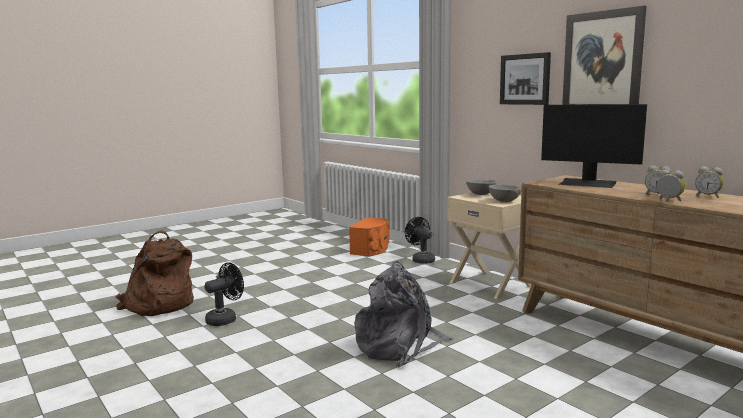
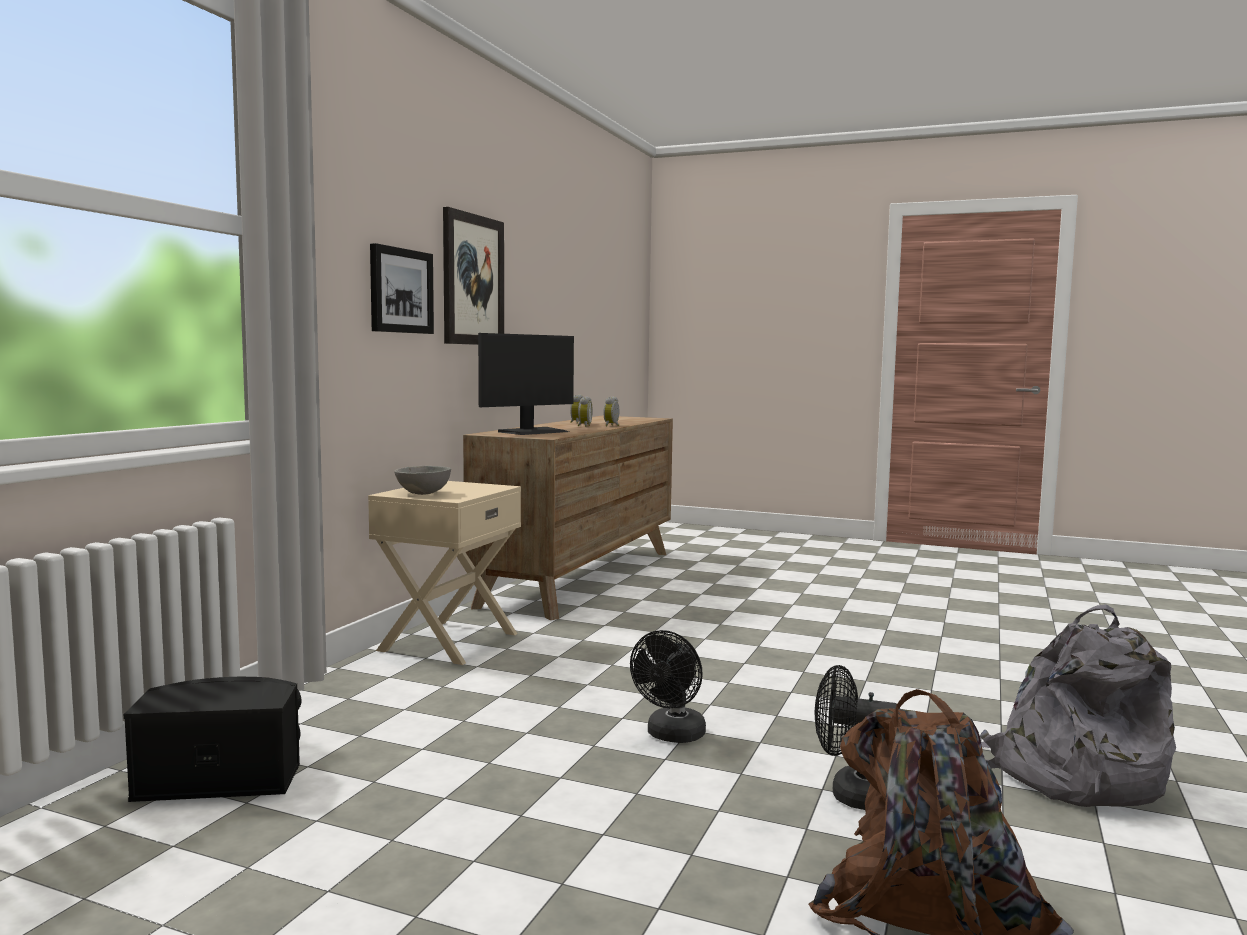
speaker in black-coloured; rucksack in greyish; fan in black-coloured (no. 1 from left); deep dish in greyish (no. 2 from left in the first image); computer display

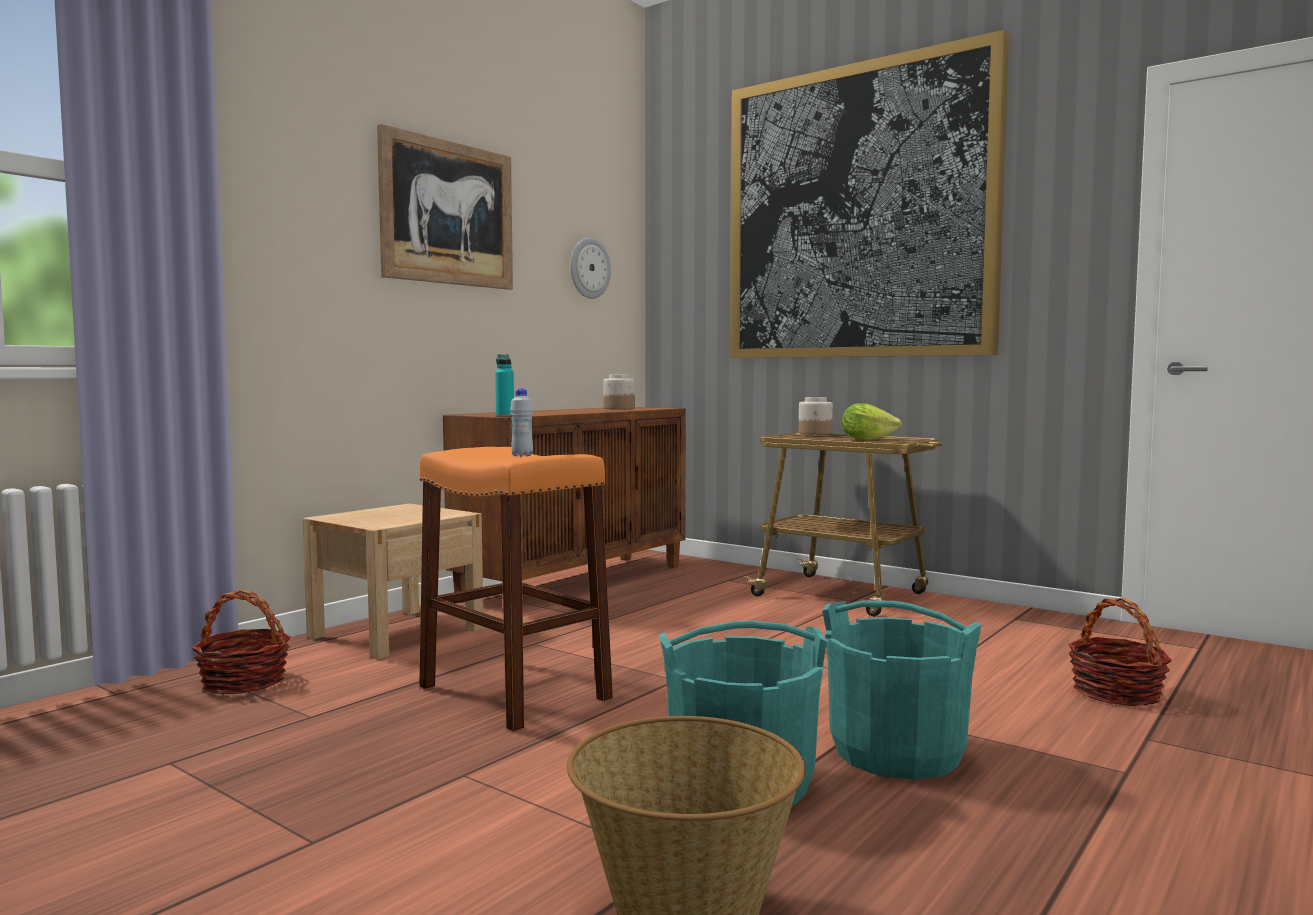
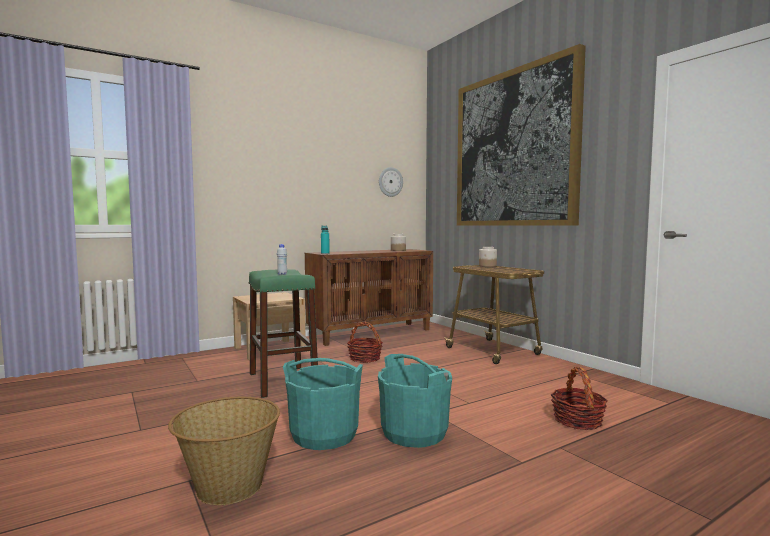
basket (no. 2 from left); wall art (no. 1 from left in the first image); stool seat in green; lettuce head

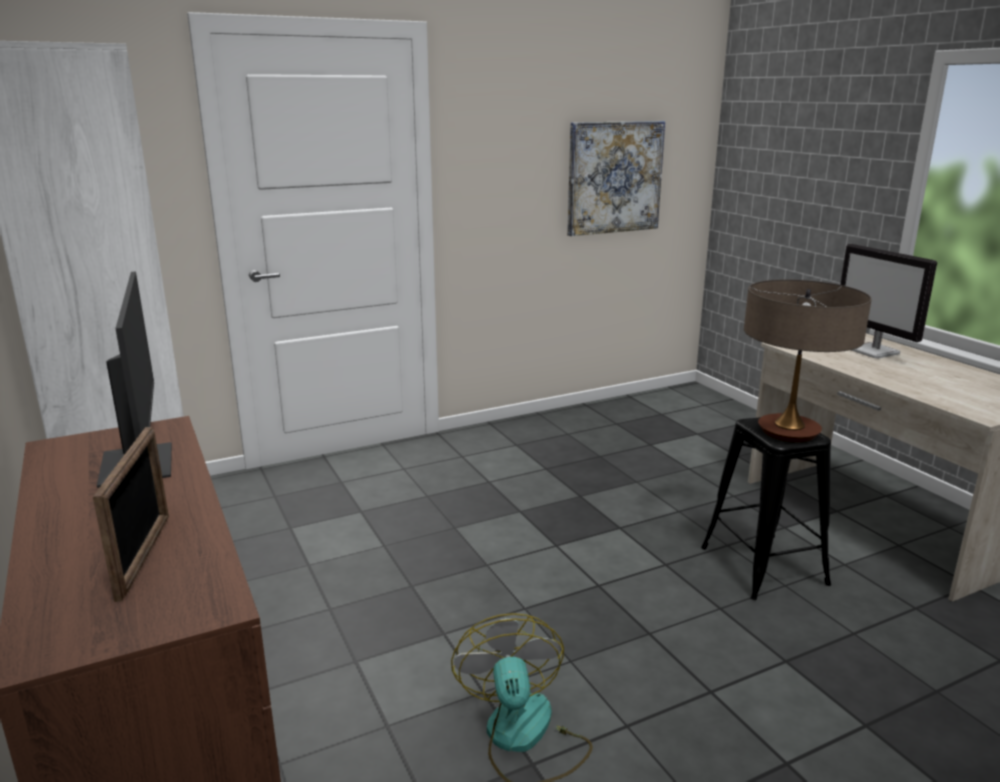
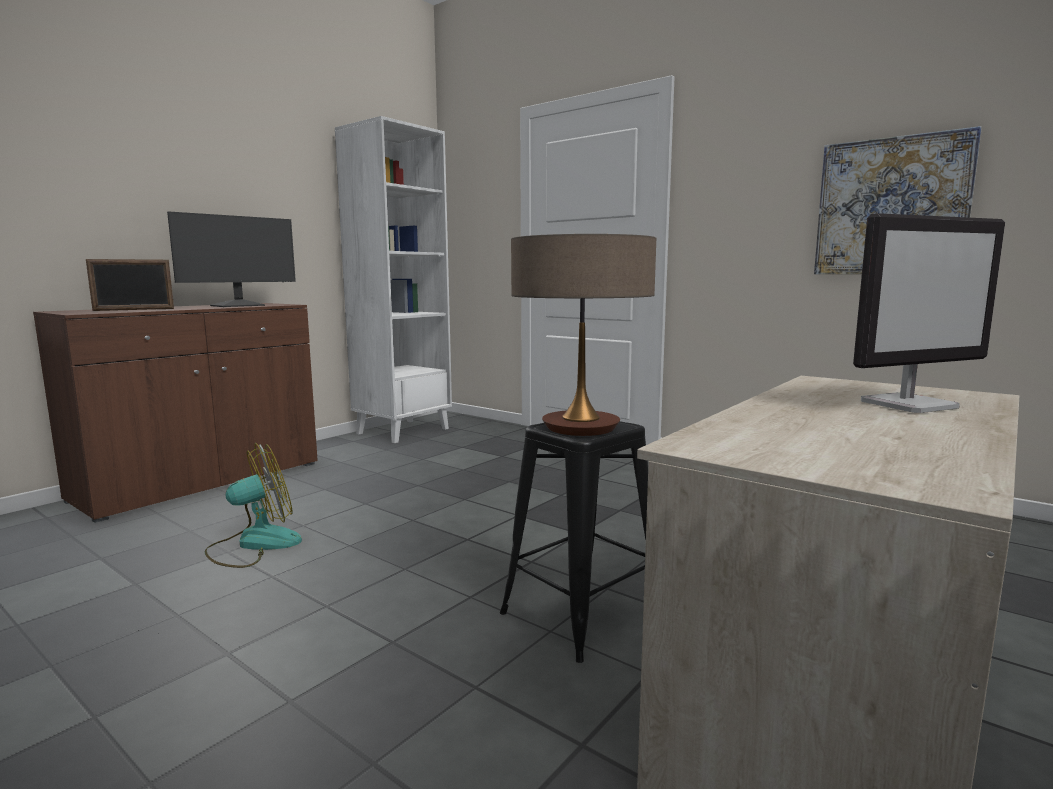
computer display (no. 2 from left)

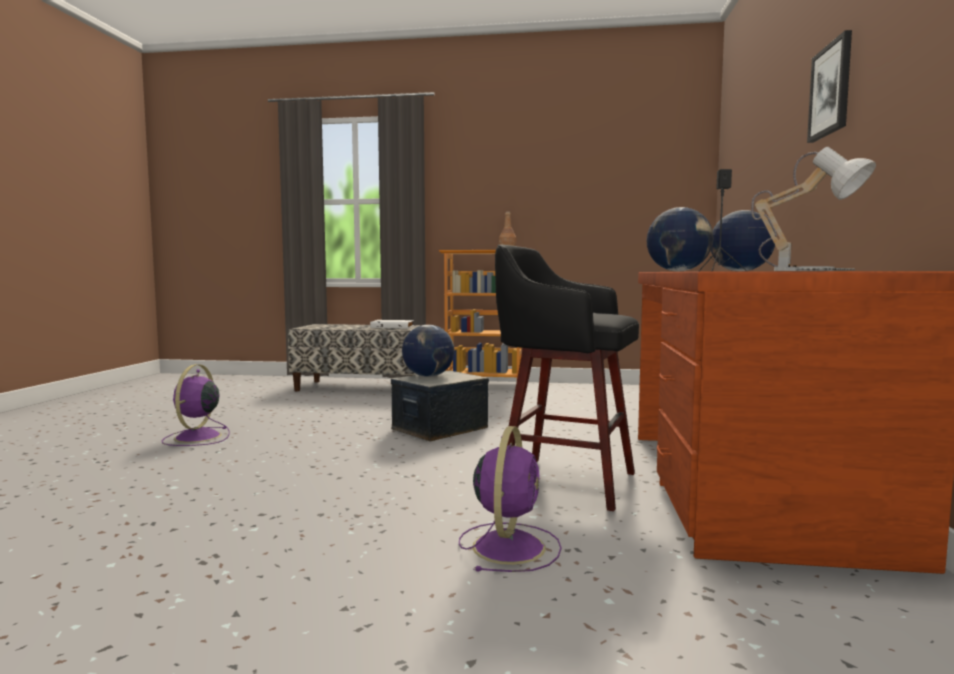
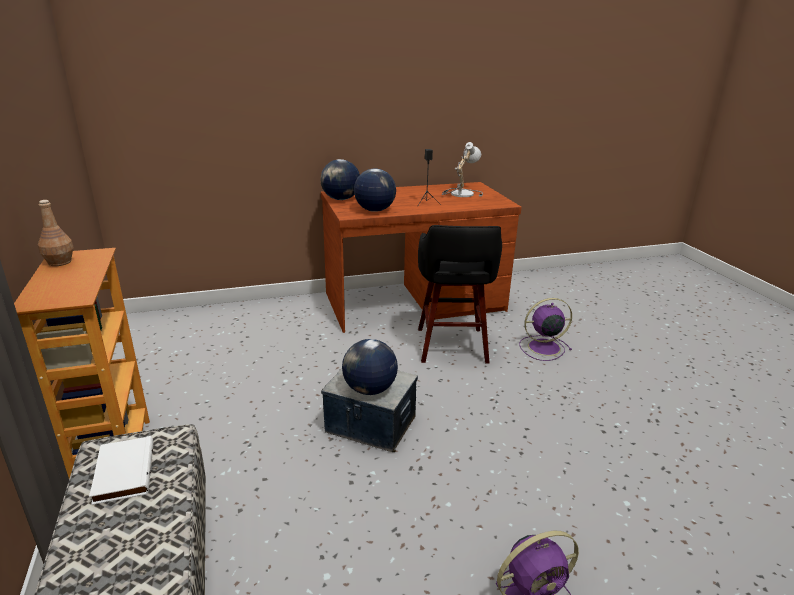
wall art

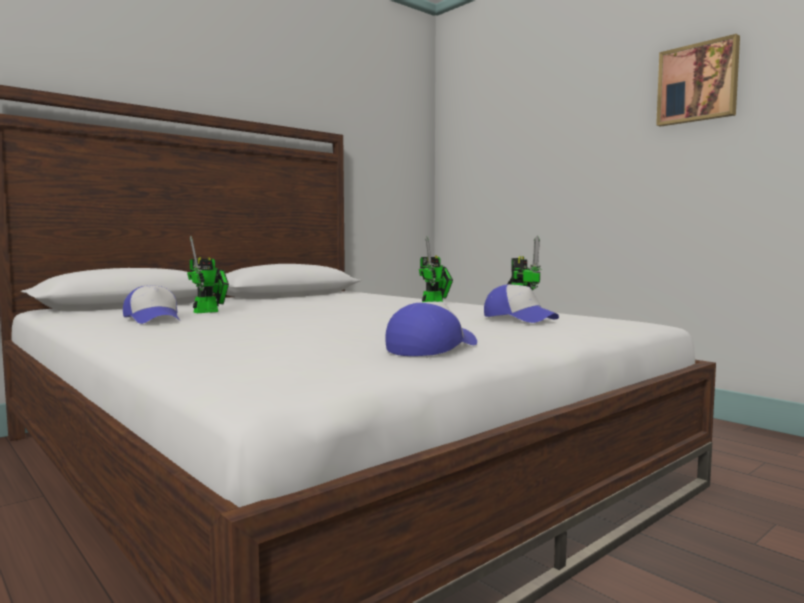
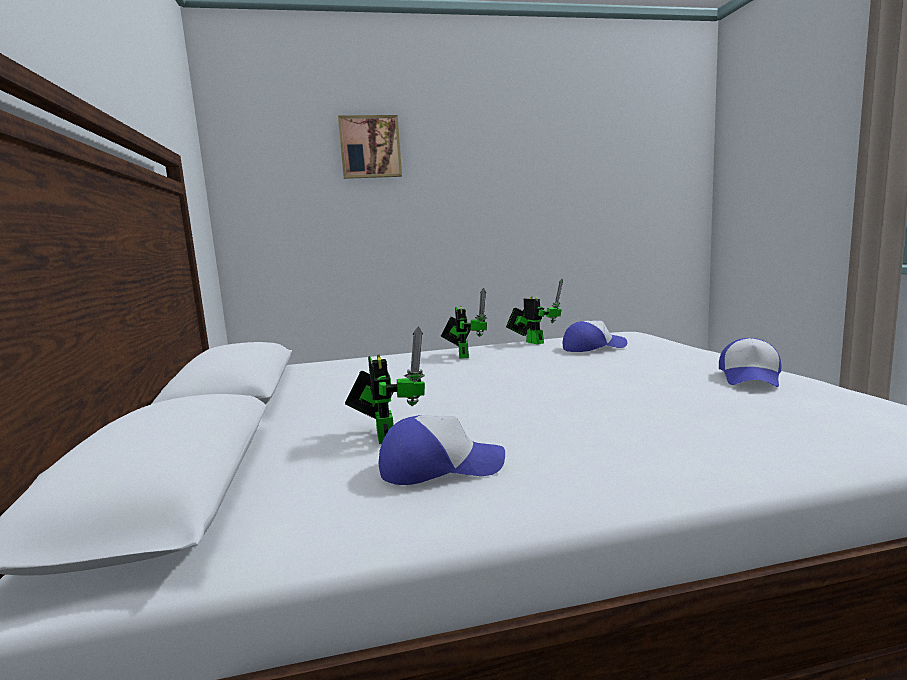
peaked cap (no. 3 from left); wall art

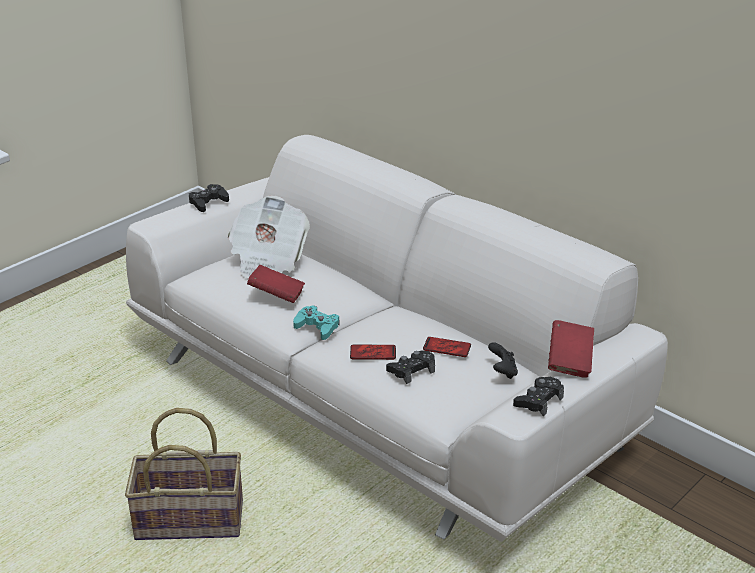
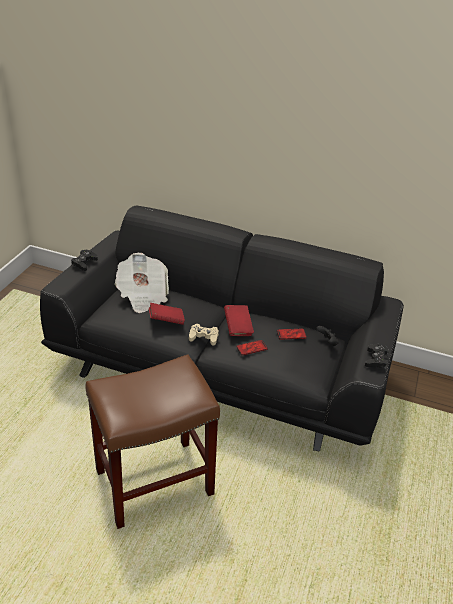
stool seat in brown; sofa in black-coloured; game controller in beige-coloured; game controller in black-coloured (no. 2 from left in the first image); book in reddish (no. 2 from left)

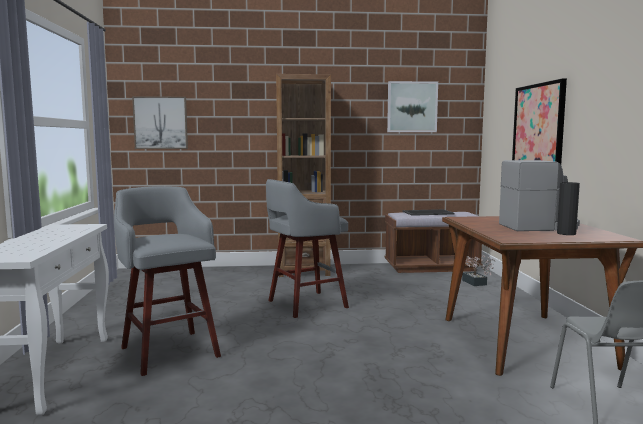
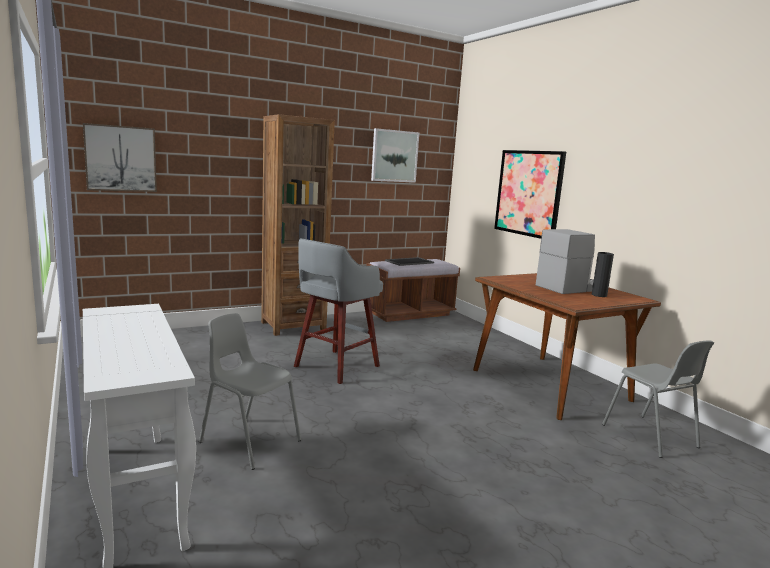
upright chair in greyish (no. 1 from left); plant in a pot

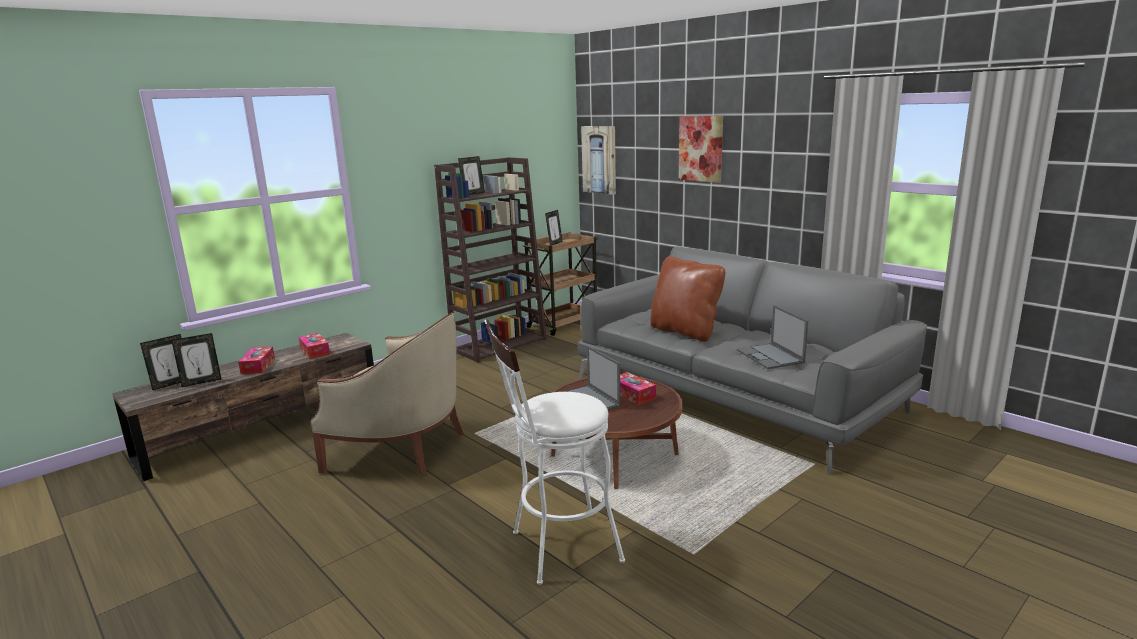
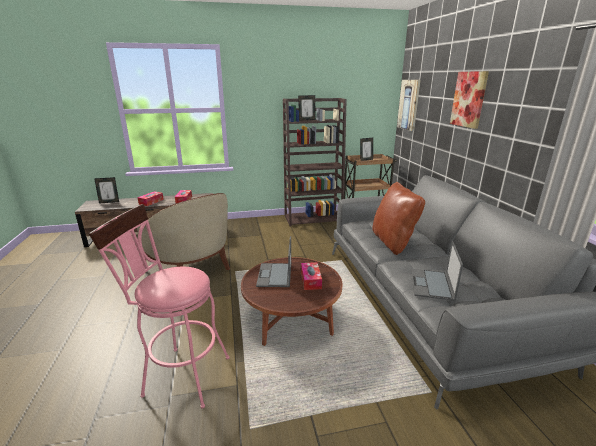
standing frame (no. 2 from left in the first image); stool seat in pinkish

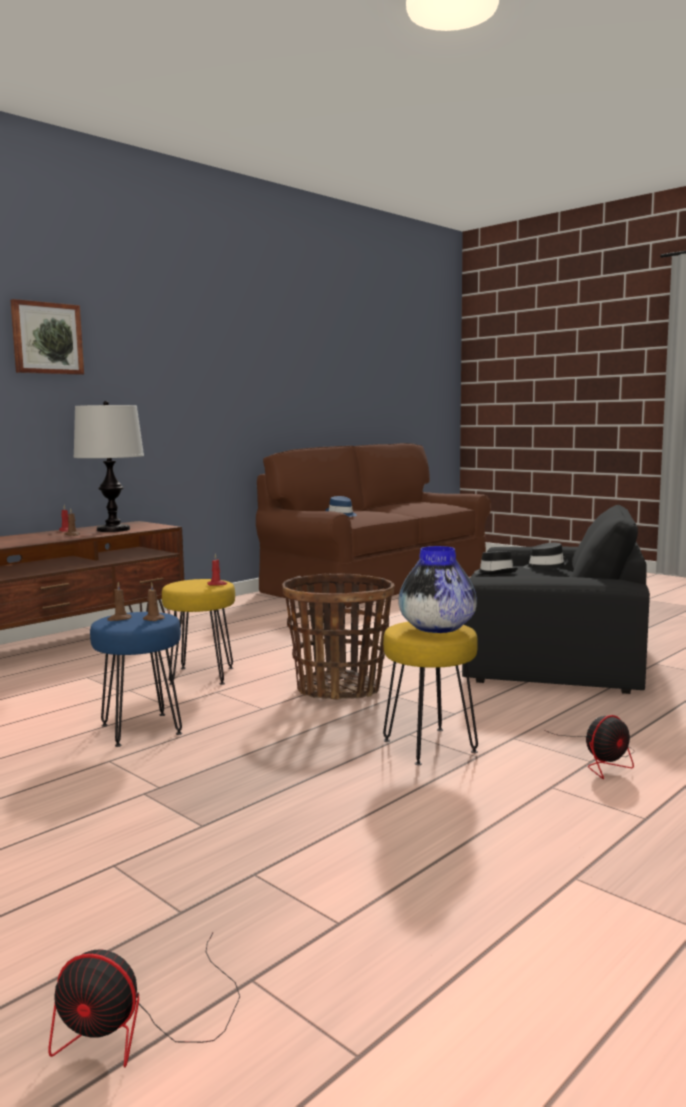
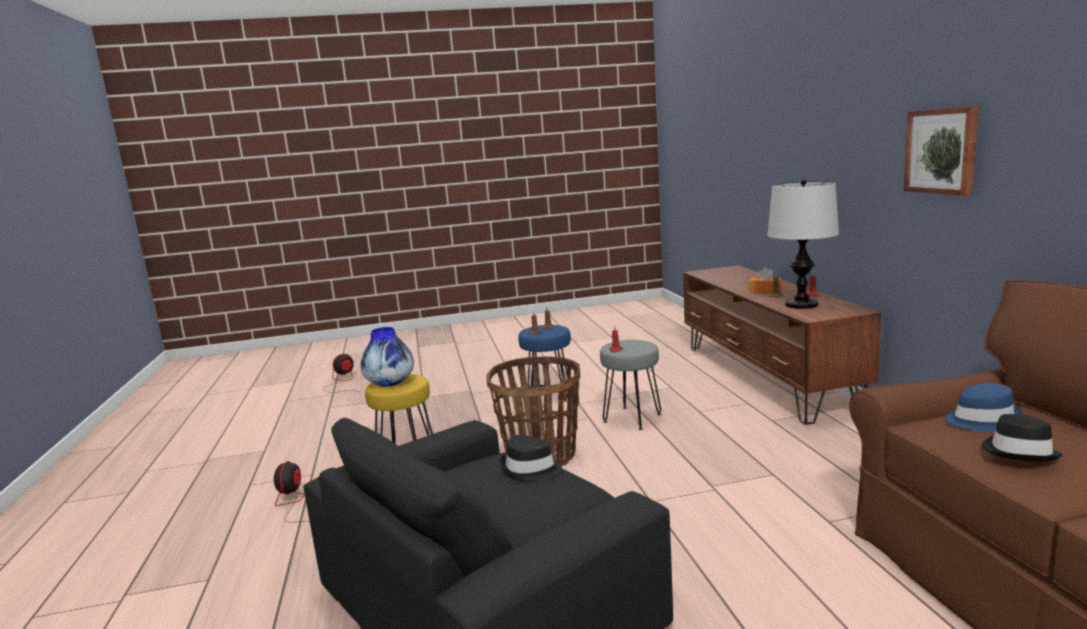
wall art; stool seat in greyish; clothing hat in black-coloured (no. 2 from left); tissue holder in orange

